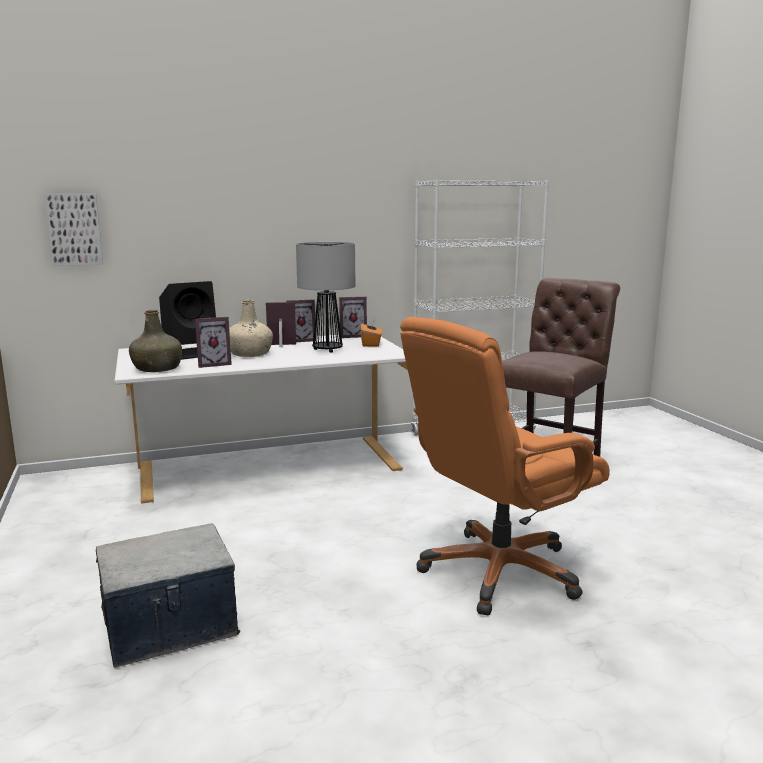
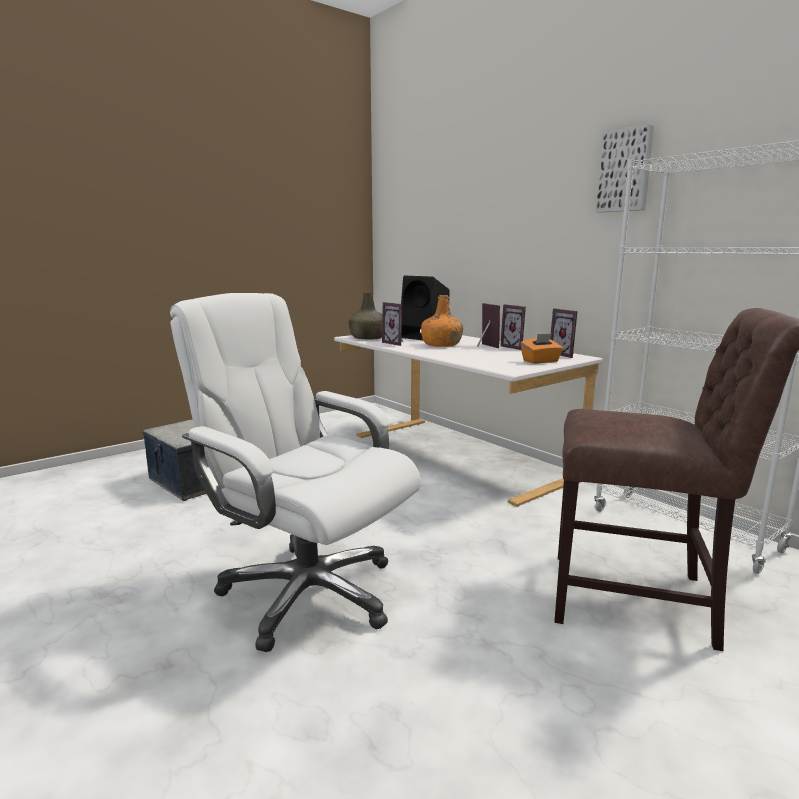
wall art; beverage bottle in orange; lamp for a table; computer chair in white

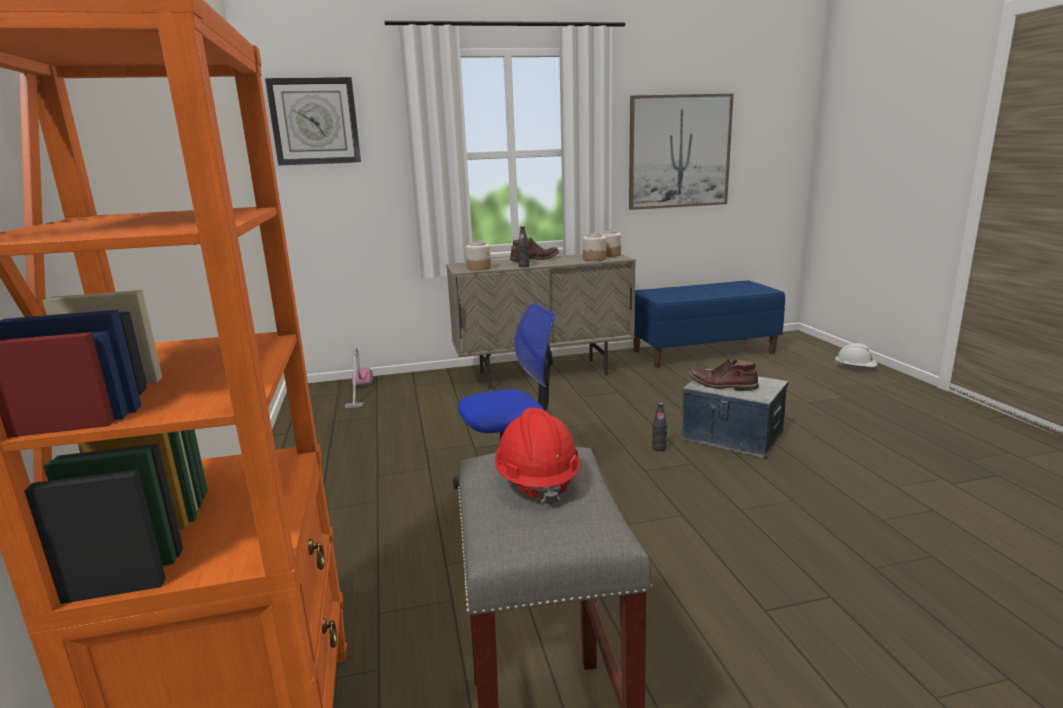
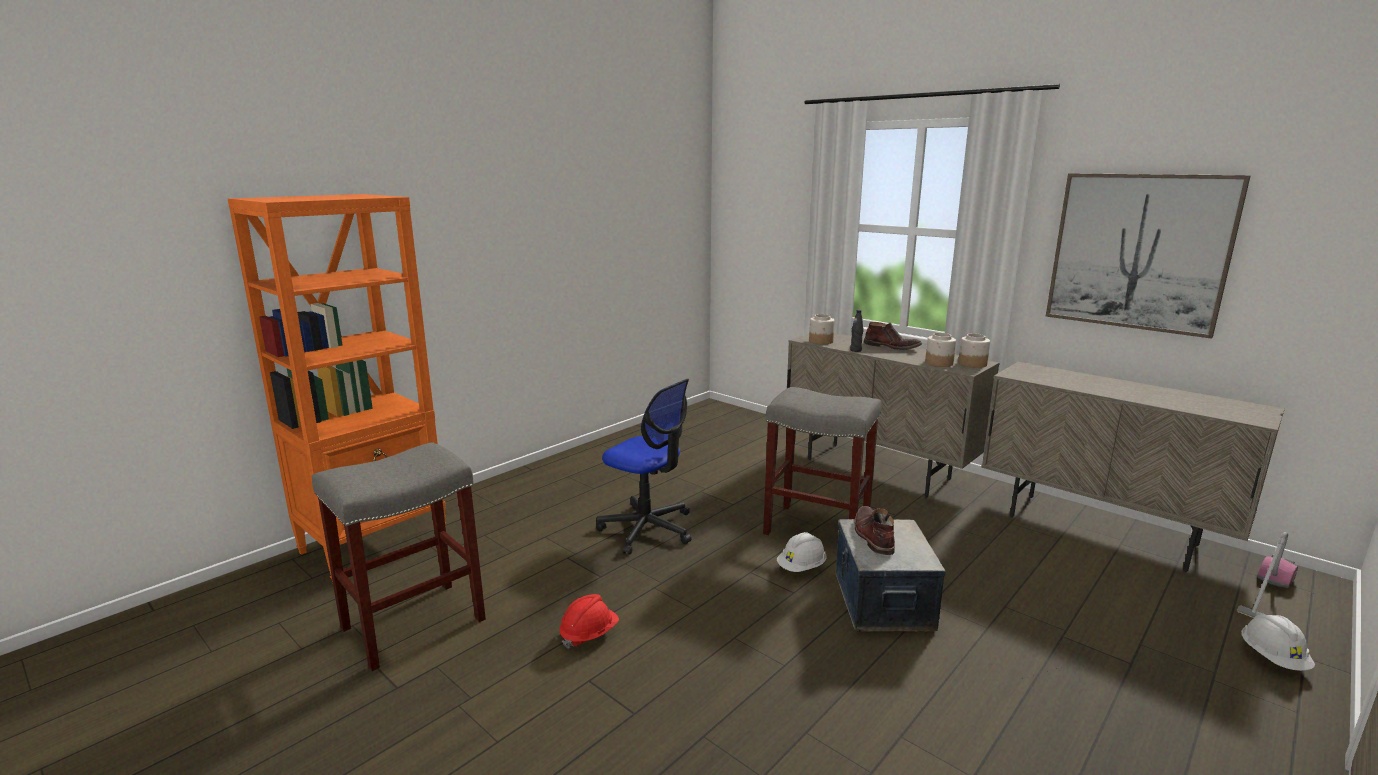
hanging clock; hoover; hard hat in reddish; cupboard in beige-coloured (no. 2 from left); hard hat in white (no. 1 from left); stool seat in greyish (no. 2 from left)

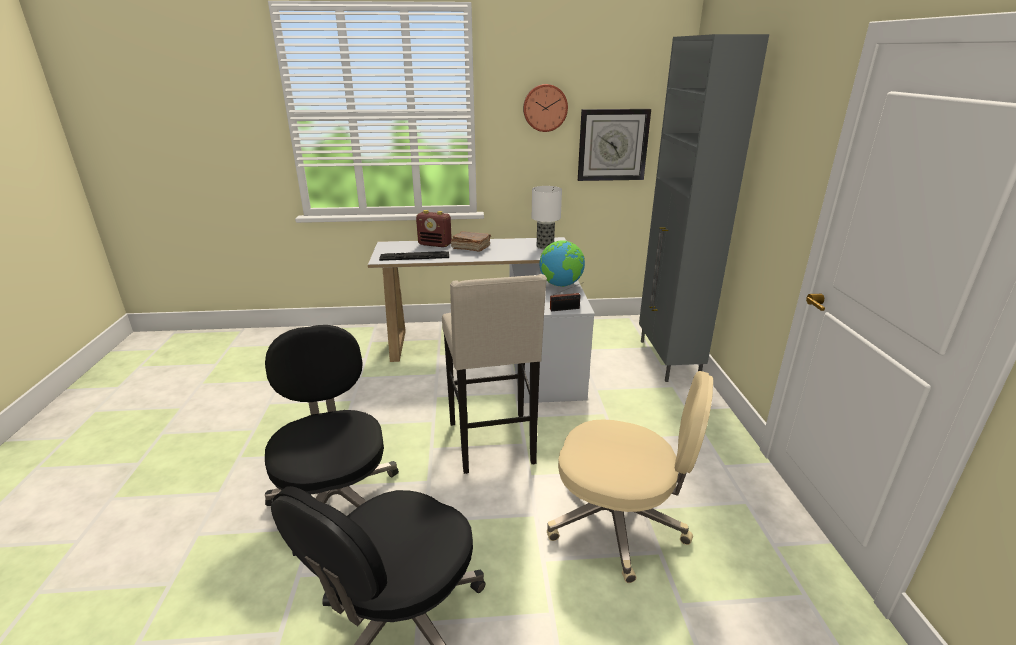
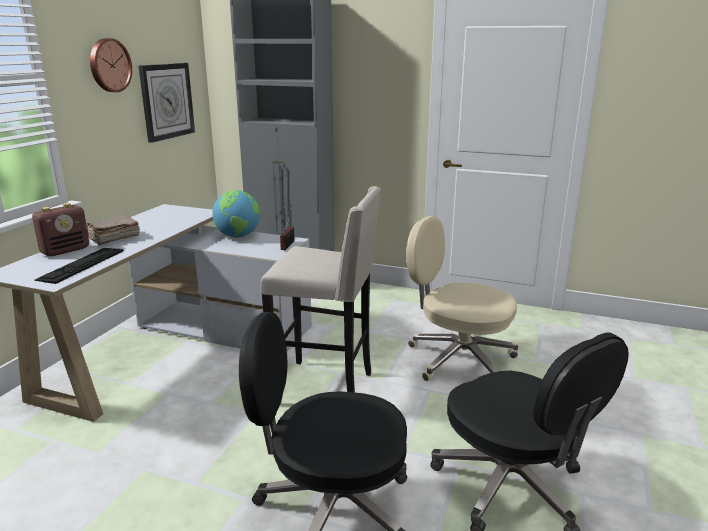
lamp for a table; computer chair in beige-coloured

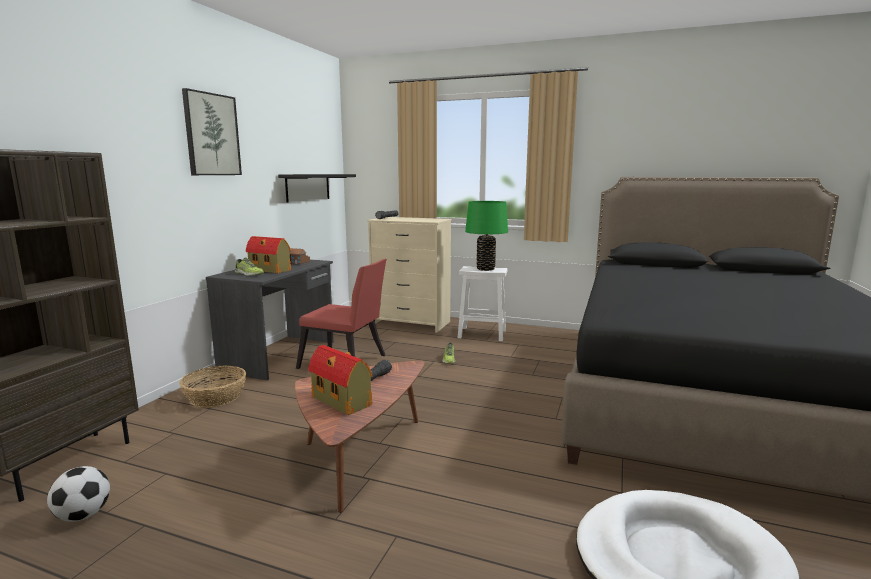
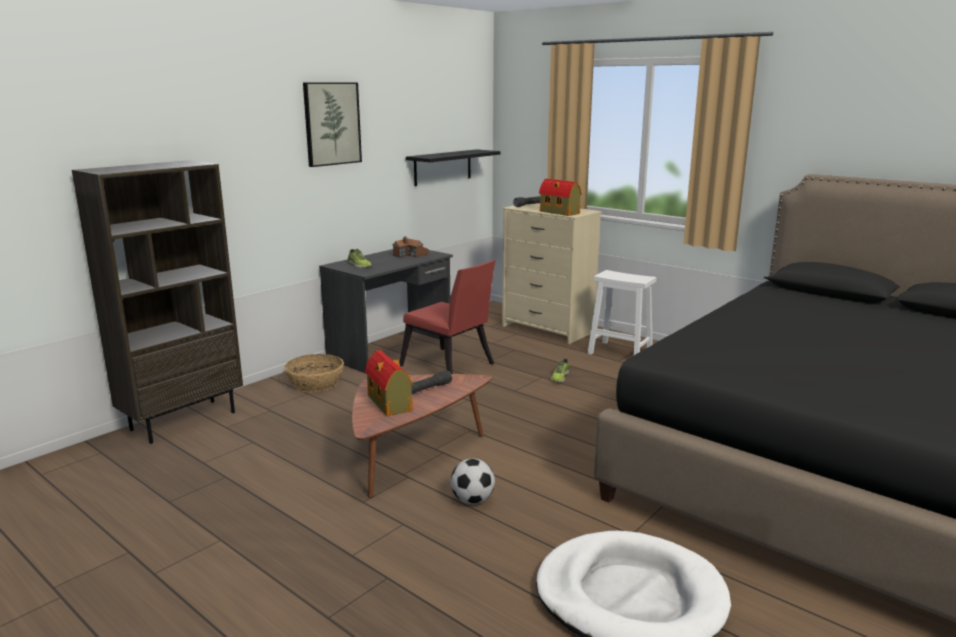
football; toy house (no. 3 from left); lamp for a table in green

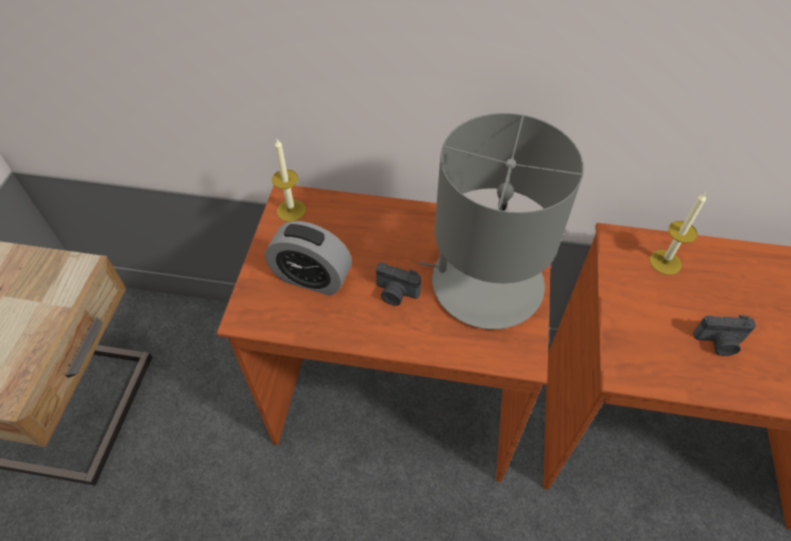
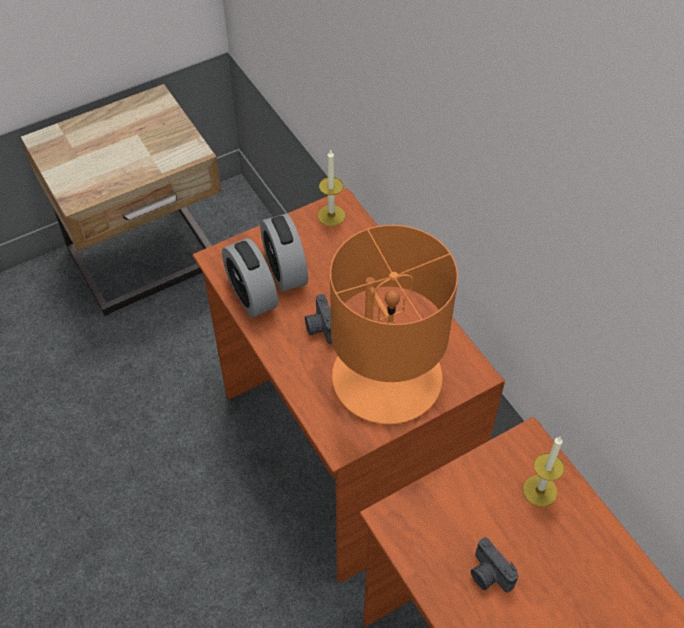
lamp for a table in orange; bedside clock (no. 1 from left)

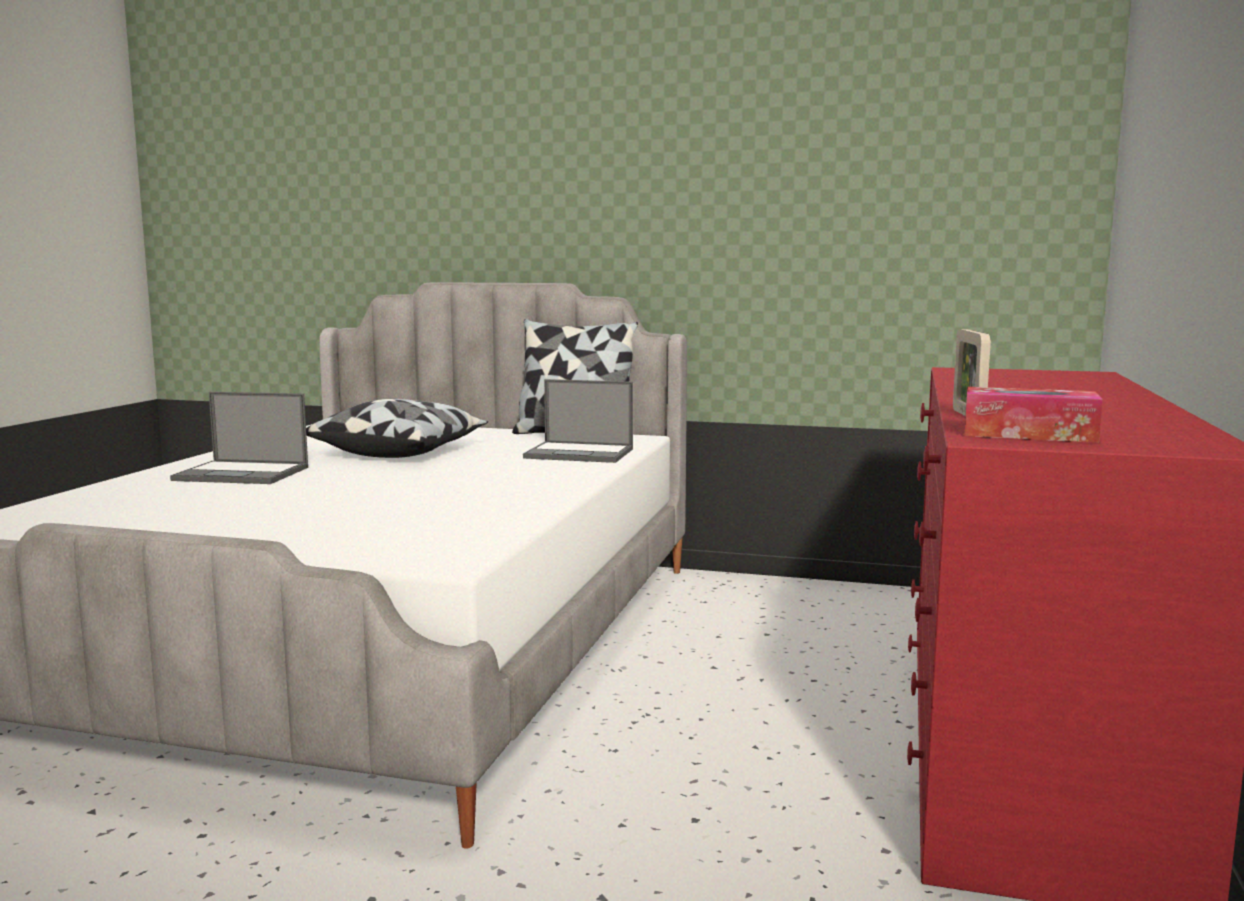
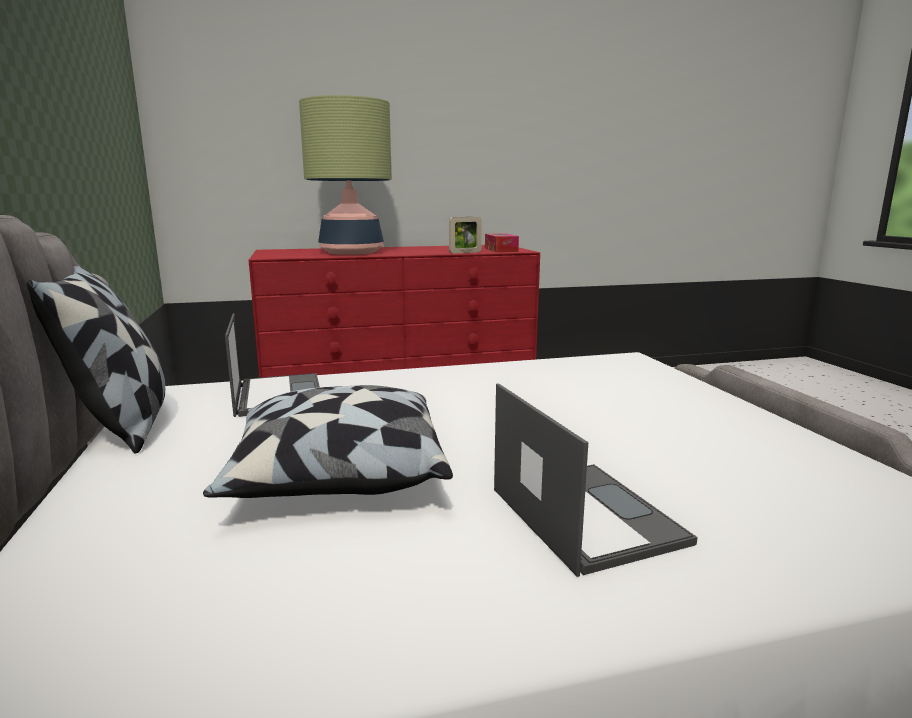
lamp for a table

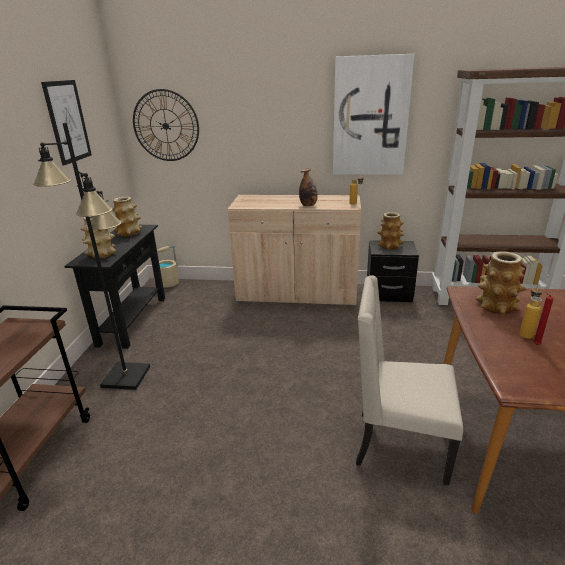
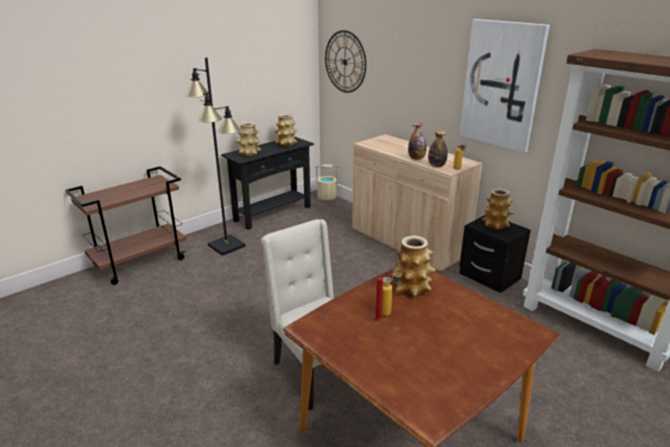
wall art (no. 1 from left in the first image); beverage bottle (no. 3 from left)

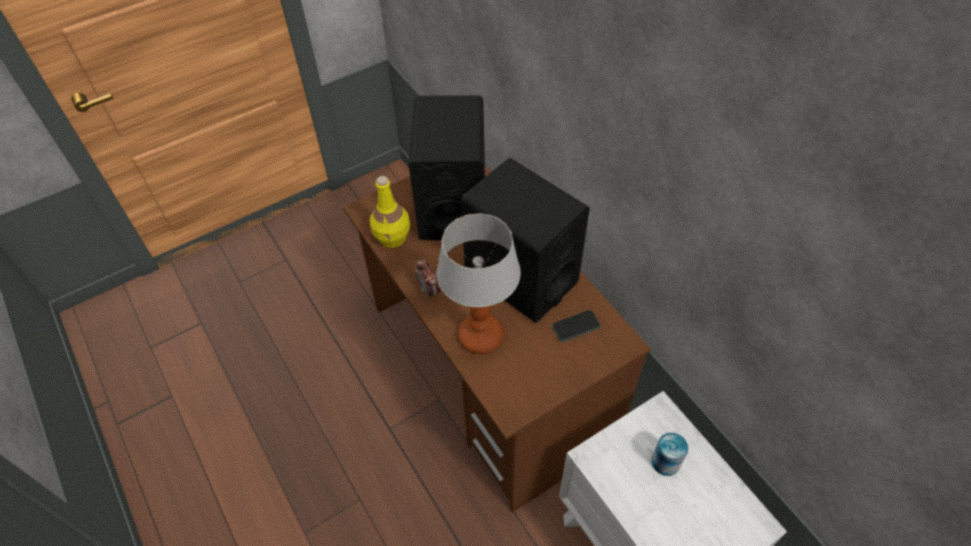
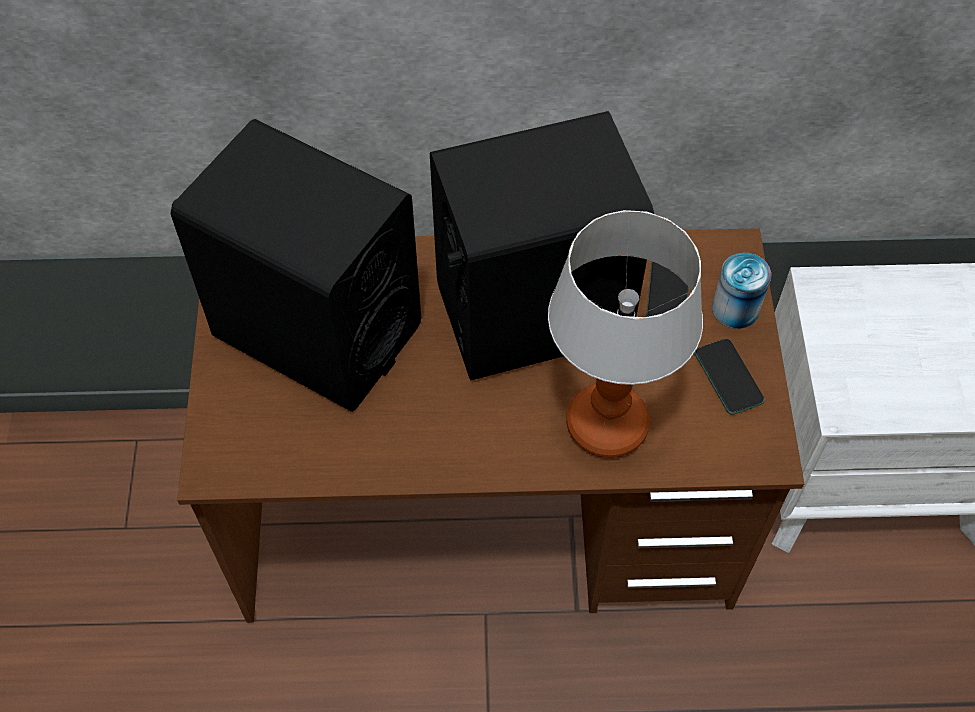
beverage bottle in yellow-coloured; bedside clock; metal can; telephone (no. 2 from left)

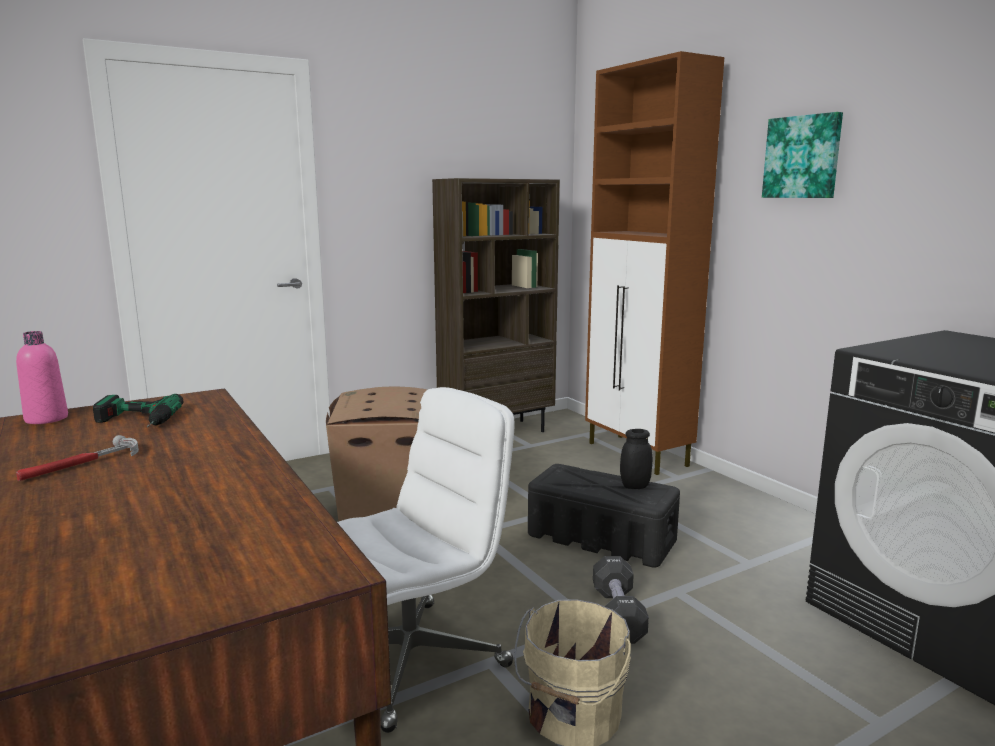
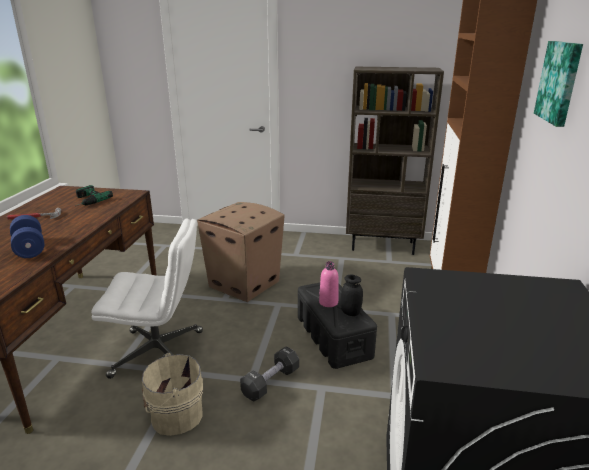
beverage bottle in pinkish; hand weight in blue-coloured

